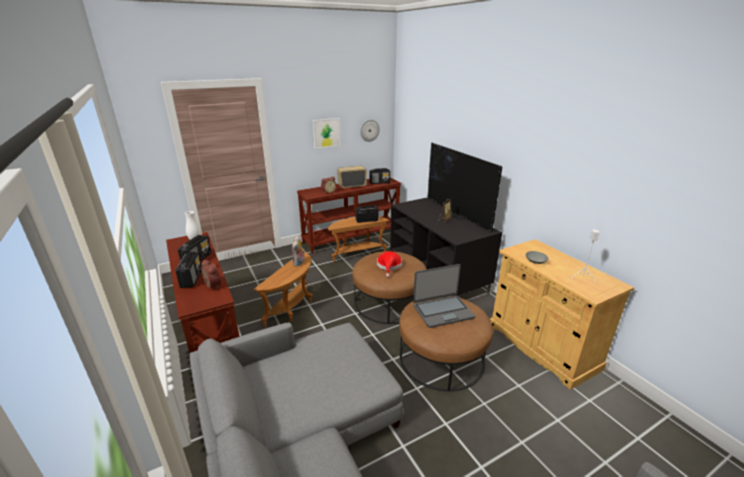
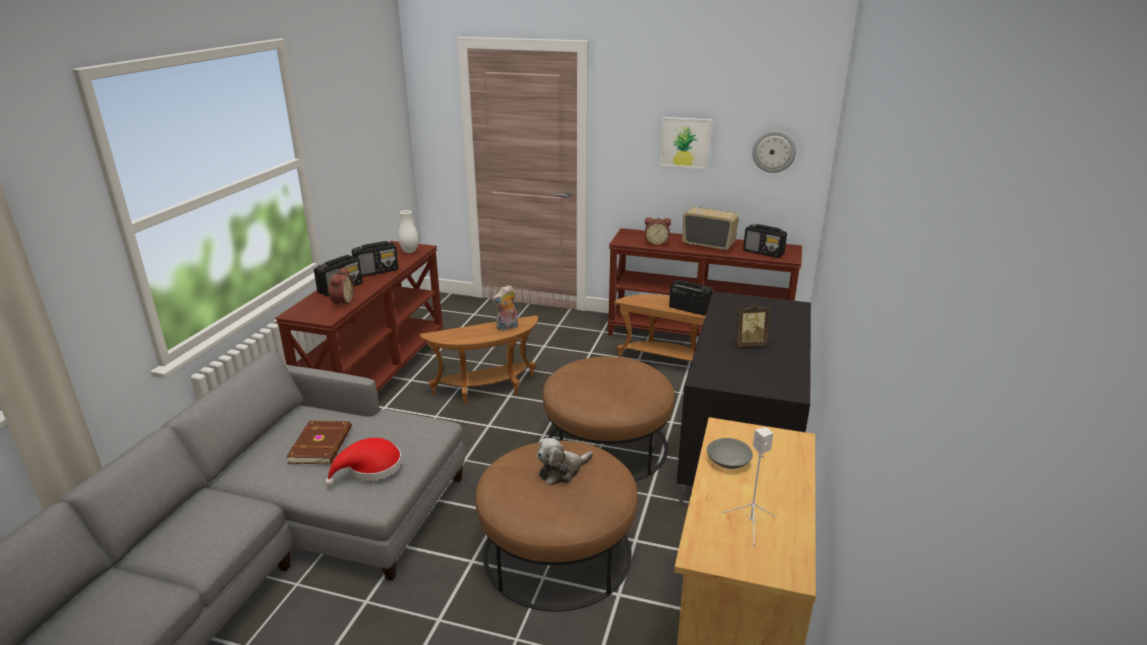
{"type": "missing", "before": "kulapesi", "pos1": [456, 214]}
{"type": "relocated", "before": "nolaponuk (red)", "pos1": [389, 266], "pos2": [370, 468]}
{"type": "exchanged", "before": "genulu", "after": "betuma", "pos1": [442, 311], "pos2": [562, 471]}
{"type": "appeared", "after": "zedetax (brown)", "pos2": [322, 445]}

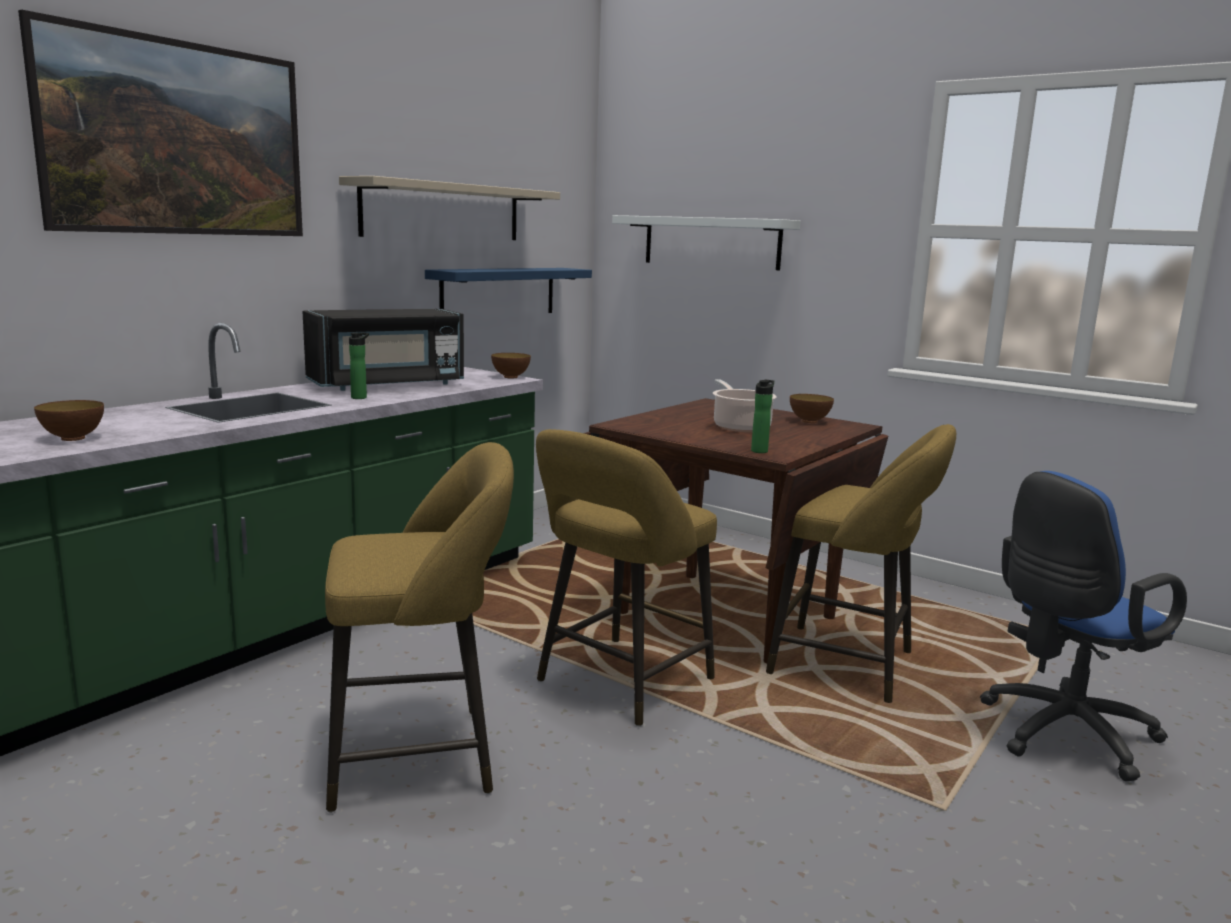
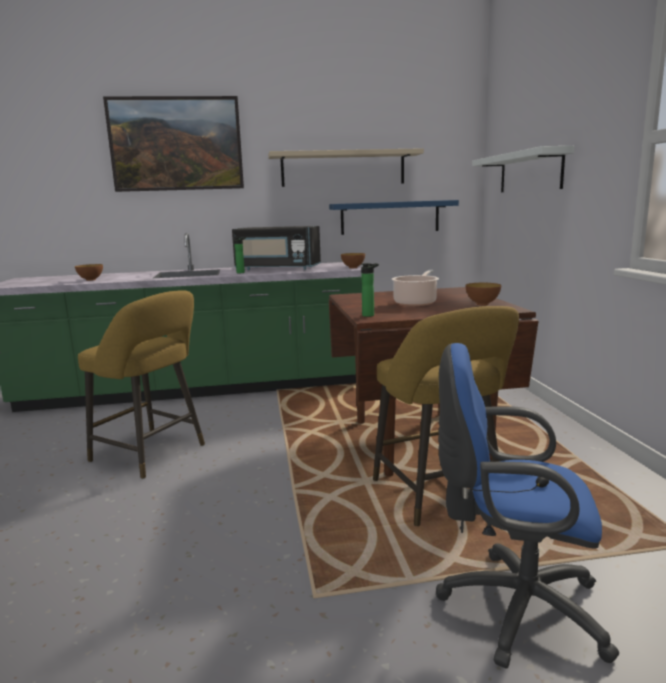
{"type": "missing", "before": "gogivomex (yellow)", "pos1": [619, 684]}

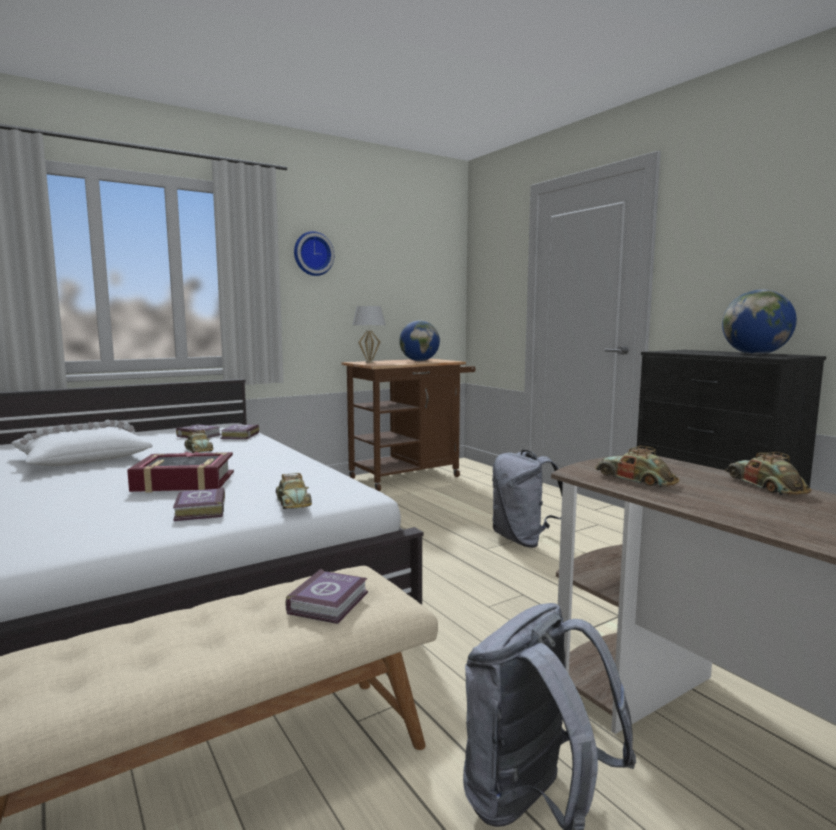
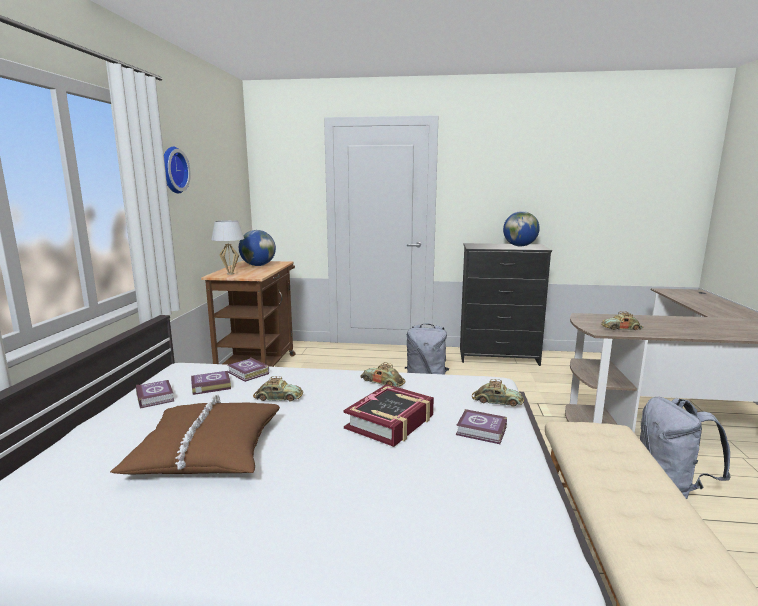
{"type": "colour", "before": "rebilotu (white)", "after": "rebilotu (brown)", "pos1": [82, 458], "pos2": [207, 451]}
{"type": "relocated", "before": "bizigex", "pos1": [765, 486], "pos2": [382, 382]}
{"type": "relocated", "before": "zedetax", "pos1": [330, 602], "pos2": [156, 397]}

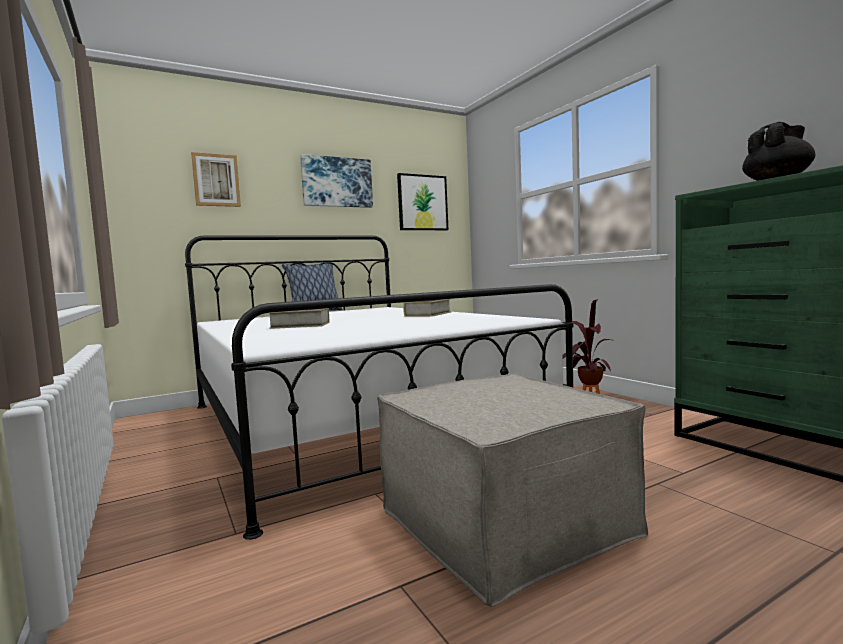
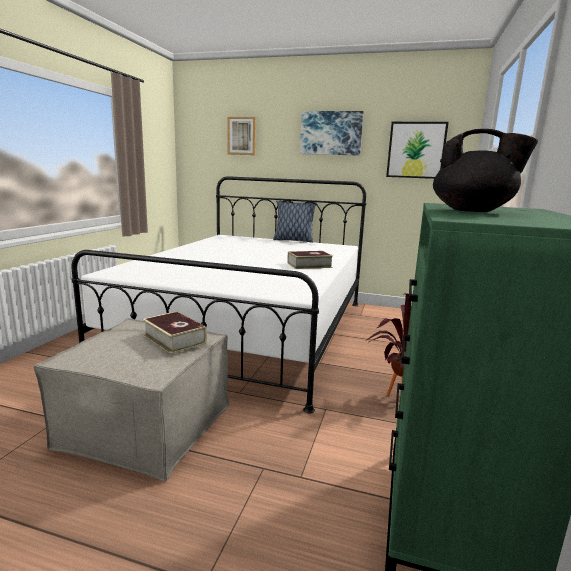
{"type": "relocated", "before": "zedetax", "pos1": [300, 325], "pos2": [174, 339]}

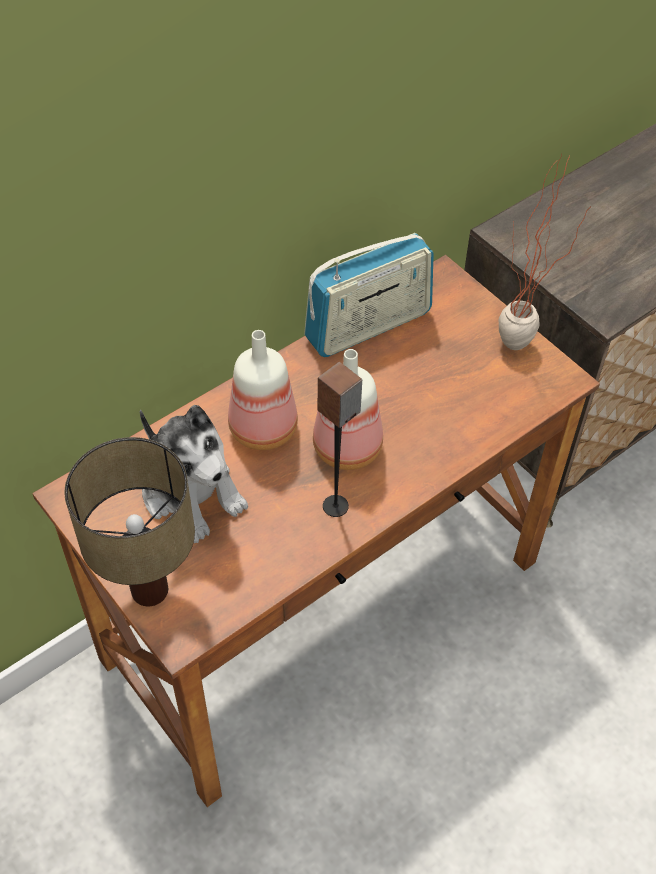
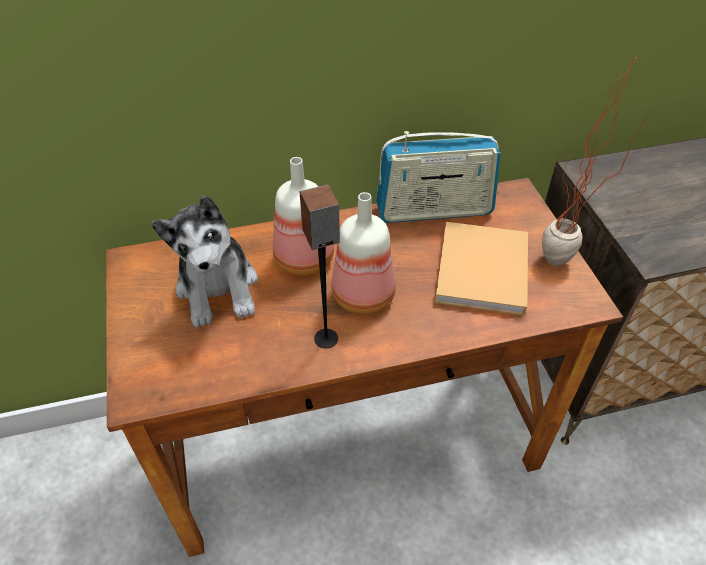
{"type": "missing", "before": "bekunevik", "pos1": [150, 588]}
{"type": "appeared", "after": "zedetax (beige)", "pos2": [482, 273]}

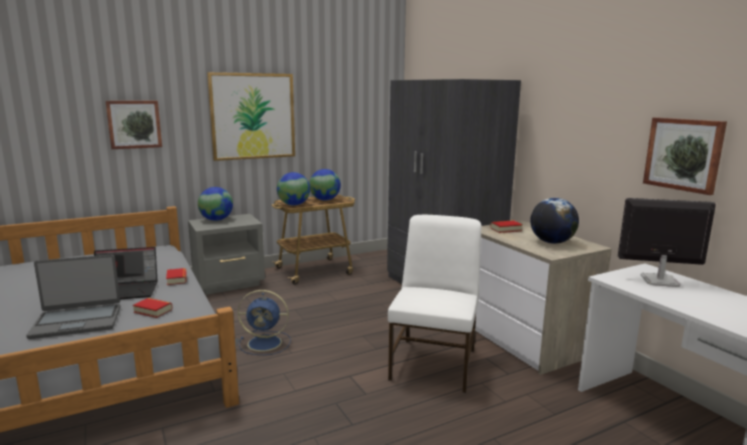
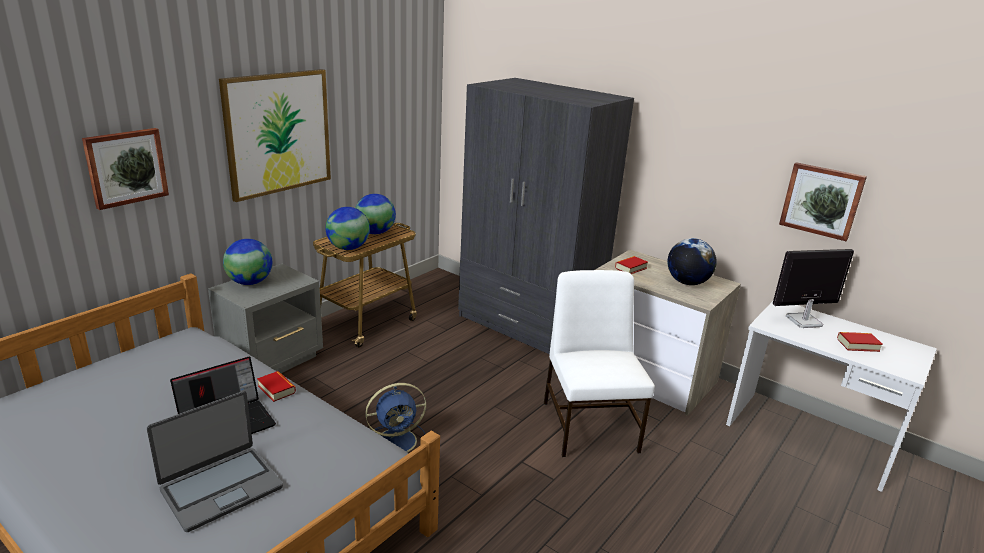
{"type": "relocated", "before": "zedetax", "pos1": [153, 311], "pos2": [858, 345]}

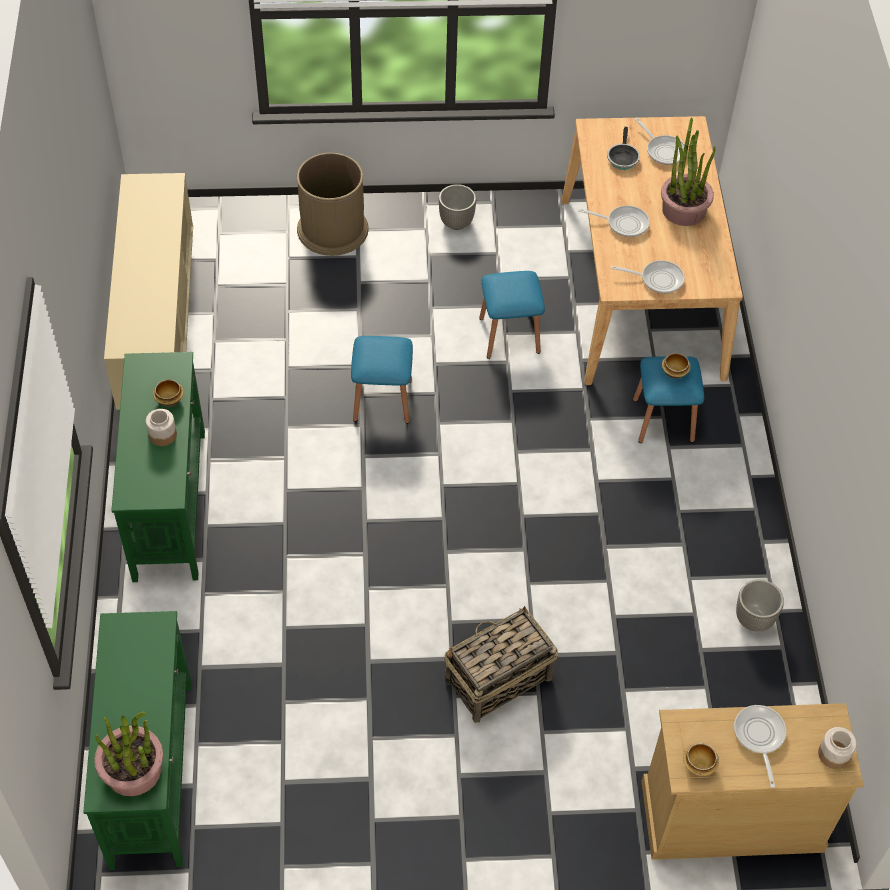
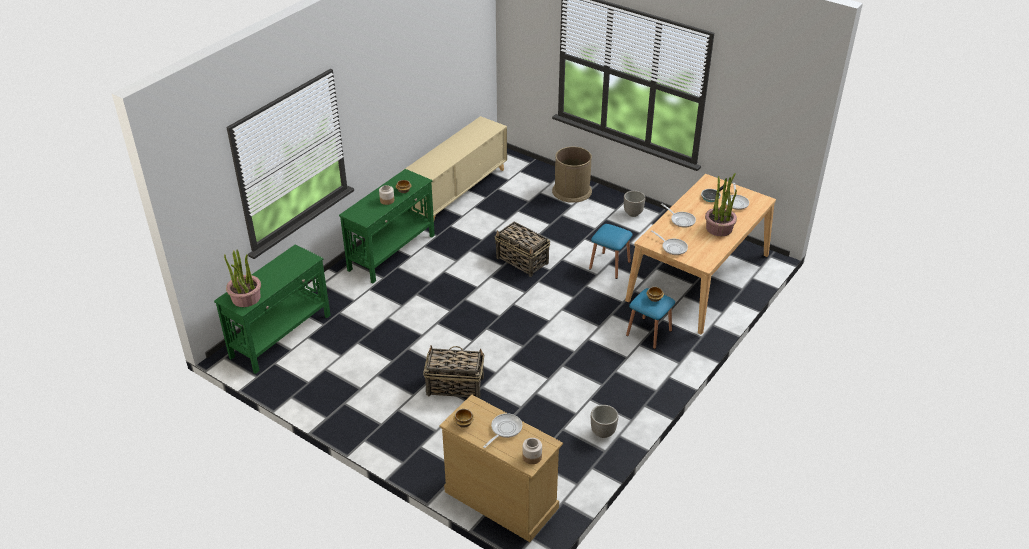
{"type": "exchanged", "before": "gogivomex (blue)", "after": "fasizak", "pos1": [382, 400], "pos2": [522, 261]}

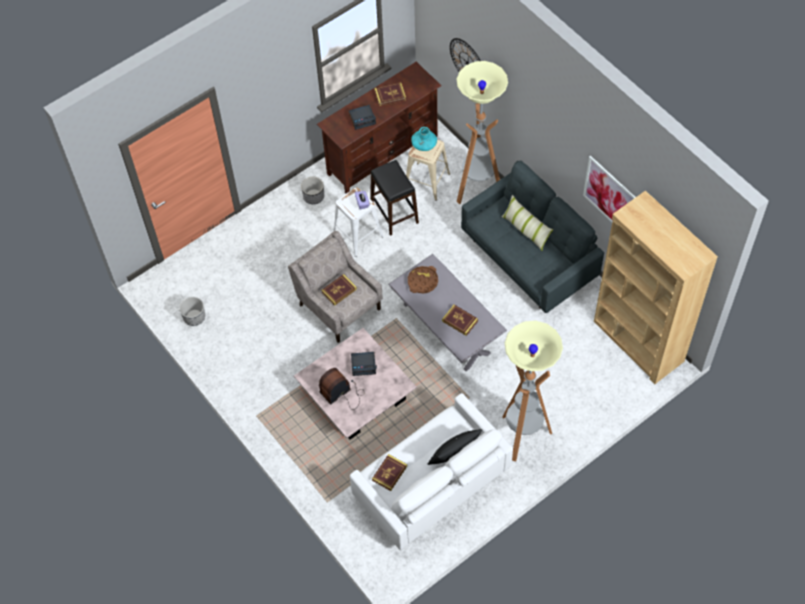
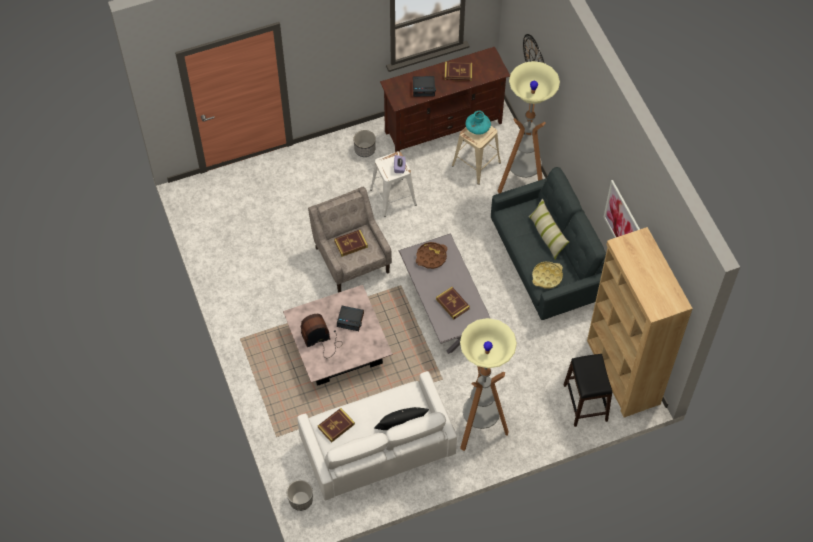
{"type": "relocated", "before": "gogivomex (black)", "pos1": [394, 213], "pos2": [585, 403]}
{"type": "relocated", "before": "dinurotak", "pos1": [194, 317], "pos2": [301, 500]}
{"type": "appeared", "after": "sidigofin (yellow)", "pos2": [547, 276]}

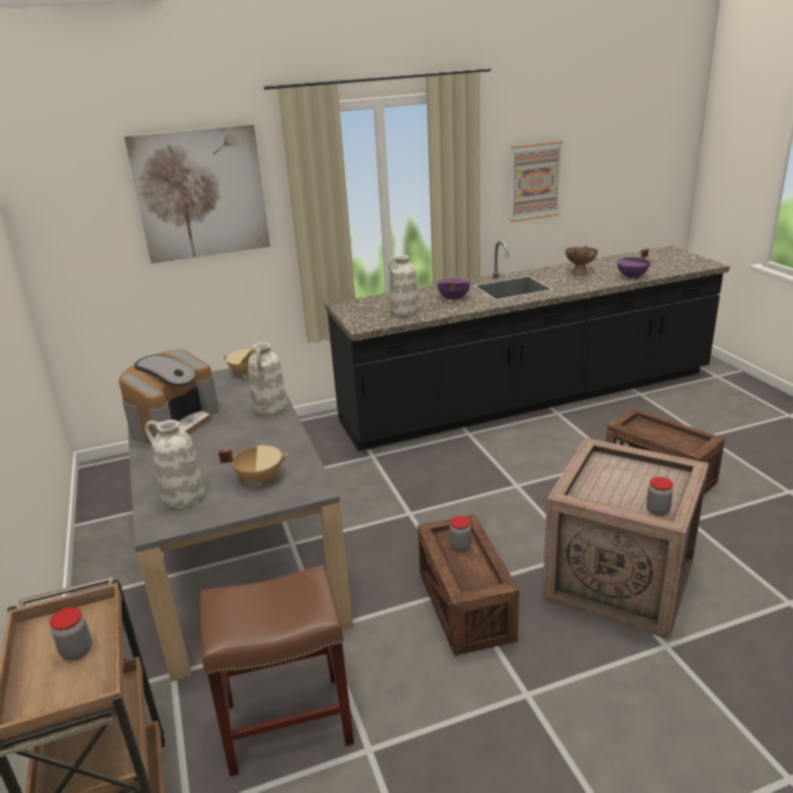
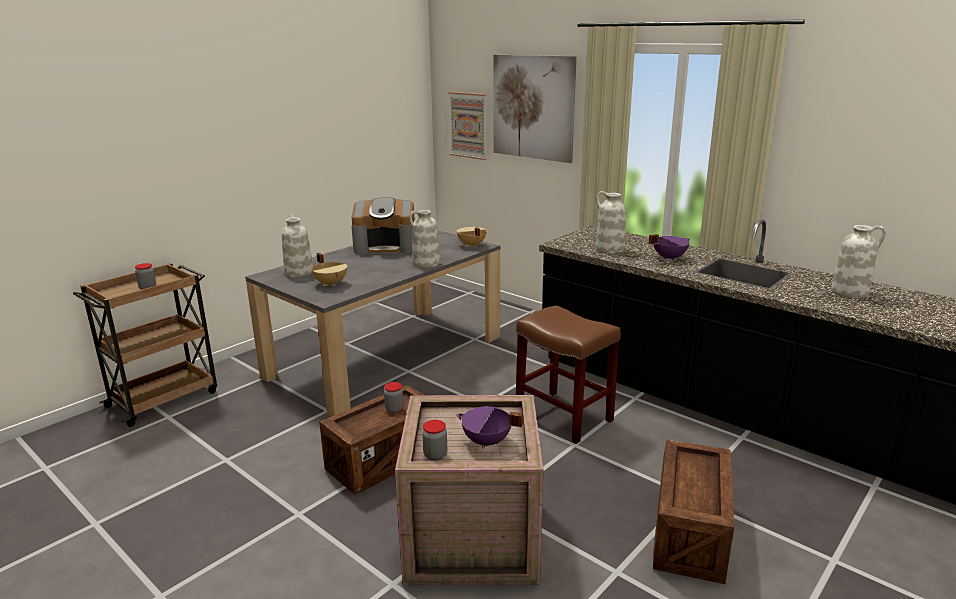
{"type": "relocated", "before": "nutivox", "pos1": [535, 181], "pos2": [468, 125]}
{"type": "exchanged", "before": "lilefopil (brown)", "after": "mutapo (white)", "pos1": [580, 273], "pos2": [850, 292]}
{"type": "relocated", "before": "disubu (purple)", "pos1": [632, 277], "pos2": [486, 442]}
{"type": "relocated", "before": "gogivomex (brown)", "pos1": [286, 724], "pos2": [562, 416]}

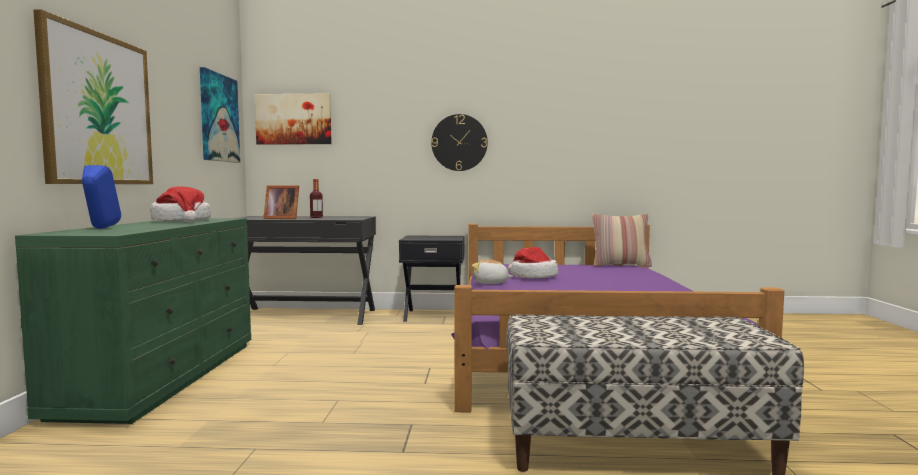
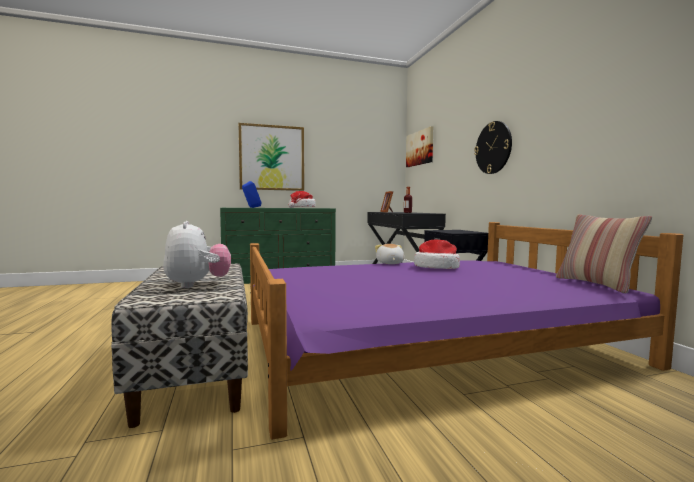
{"type": "missing", "before": "nutivox", "pos1": [218, 118]}
{"type": "appeared", "after": "betuma", "pos2": [197, 285]}

